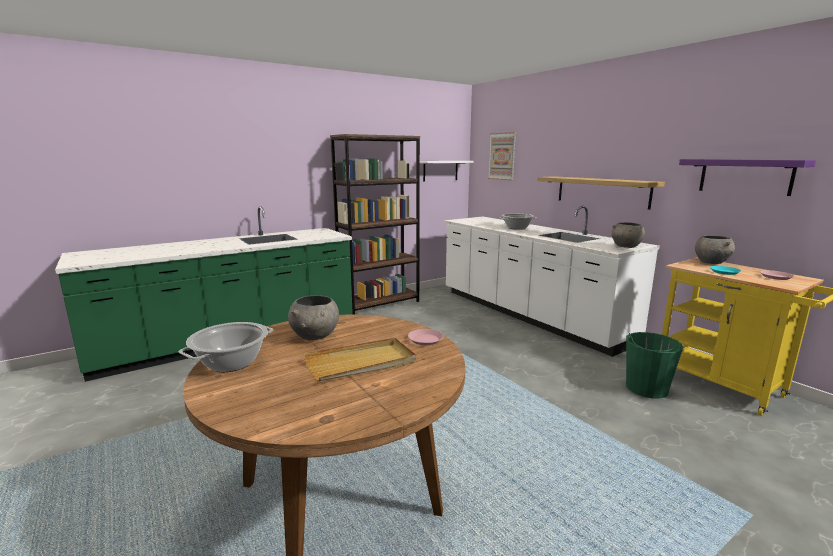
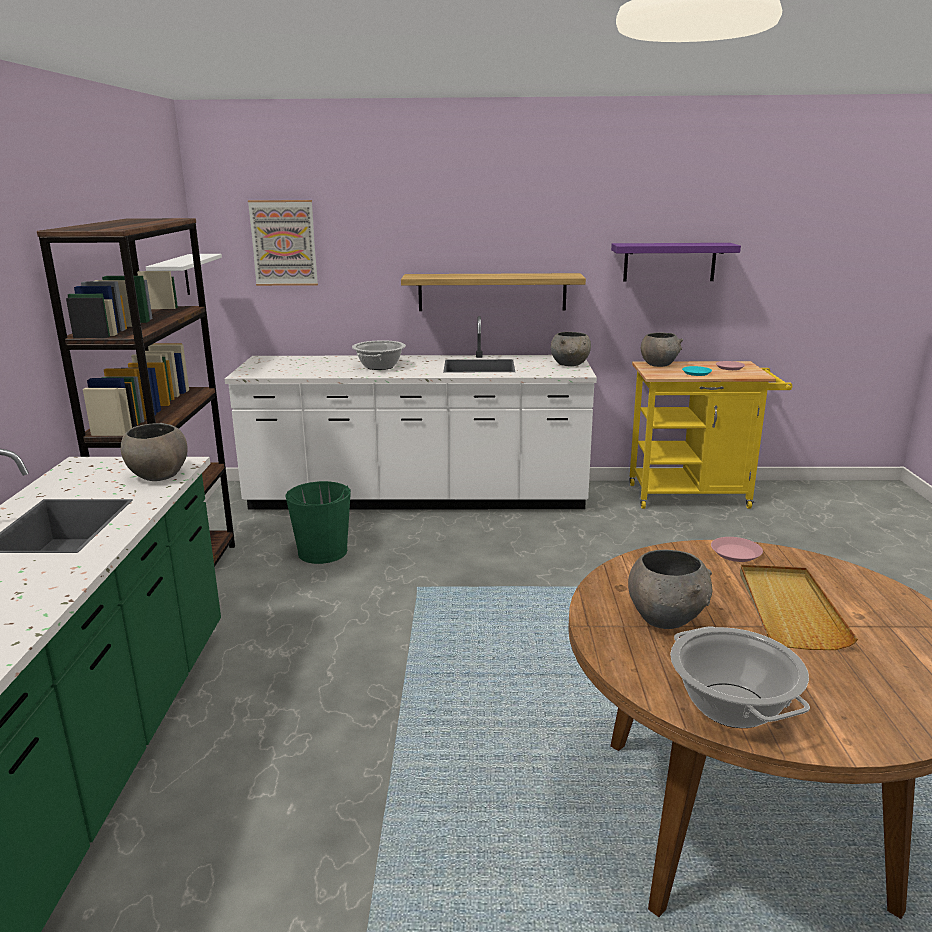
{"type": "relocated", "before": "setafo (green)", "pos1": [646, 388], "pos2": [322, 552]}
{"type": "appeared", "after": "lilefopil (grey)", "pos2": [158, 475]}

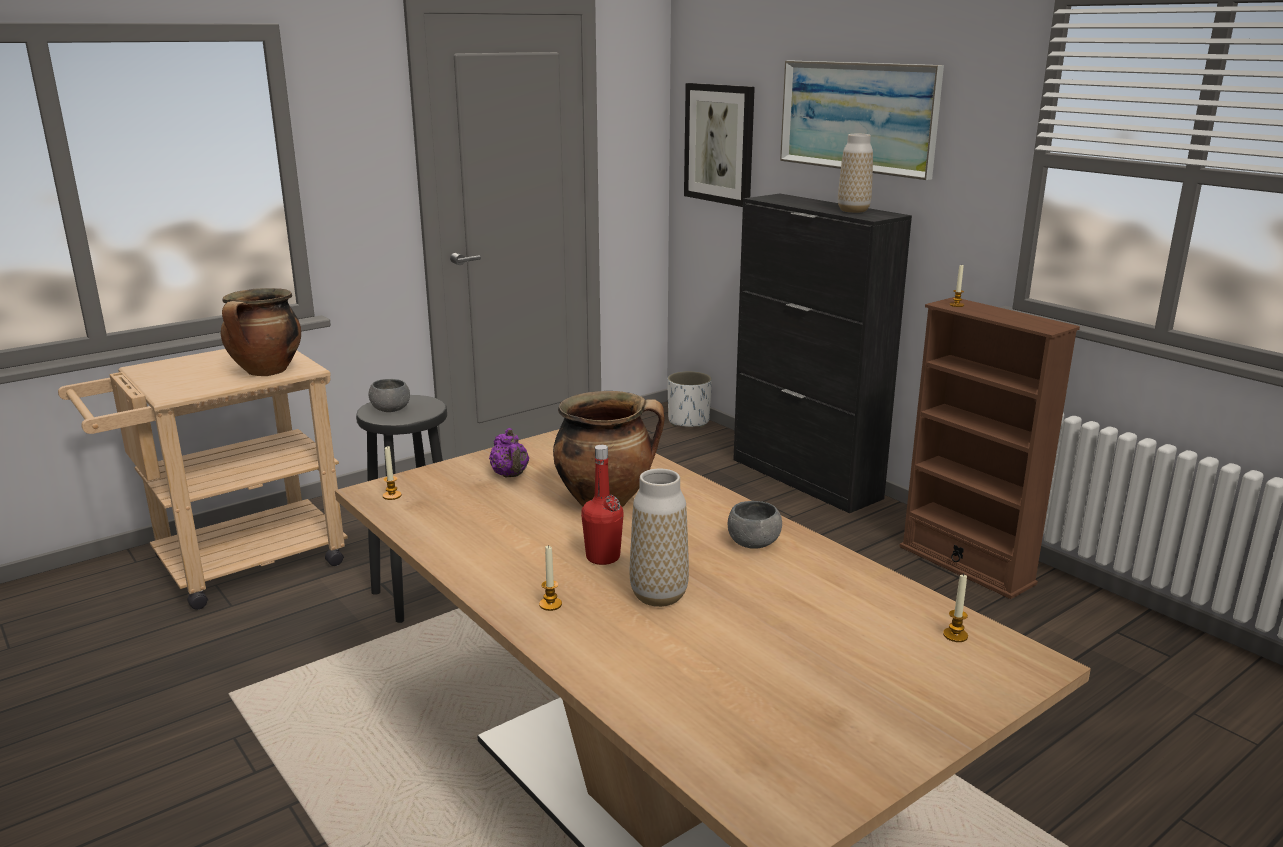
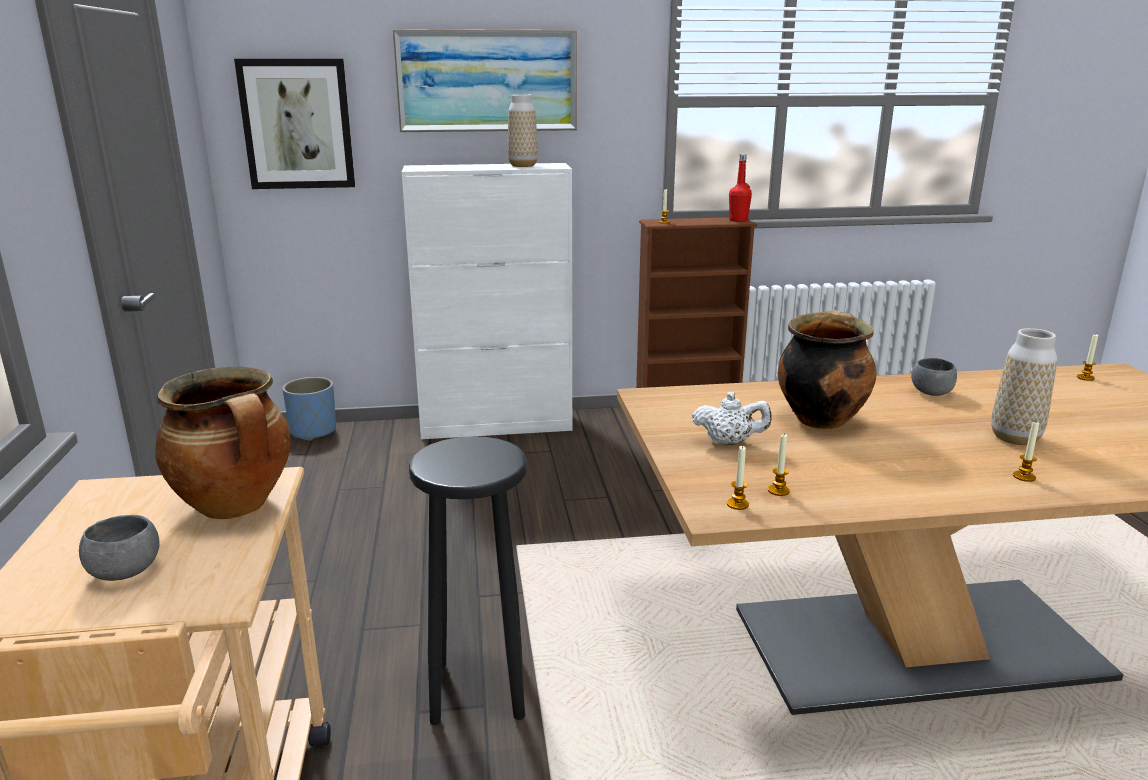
{"type": "colour", "before": "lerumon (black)", "after": "lerumon (white)", "pos1": [806, 479], "pos2": [497, 425]}
{"type": "colour", "before": "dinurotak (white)", "after": "dinurotak (blue)", "pos1": [689, 421], "pos2": [313, 431]}
{"type": "relocated", "before": "lilefopil (grey)", "pos1": [391, 410], "pos2": [126, 571]}
{"type": "colour", "before": "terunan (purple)", "after": "terunan (white)", "pos1": [510, 475], "pos2": [729, 442]}
{"type": "relocated", "before": "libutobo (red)", "pos1": [603, 557], "pos2": [738, 220]}
{"type": "appeared", "after": "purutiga", "pos2": [778, 491]}

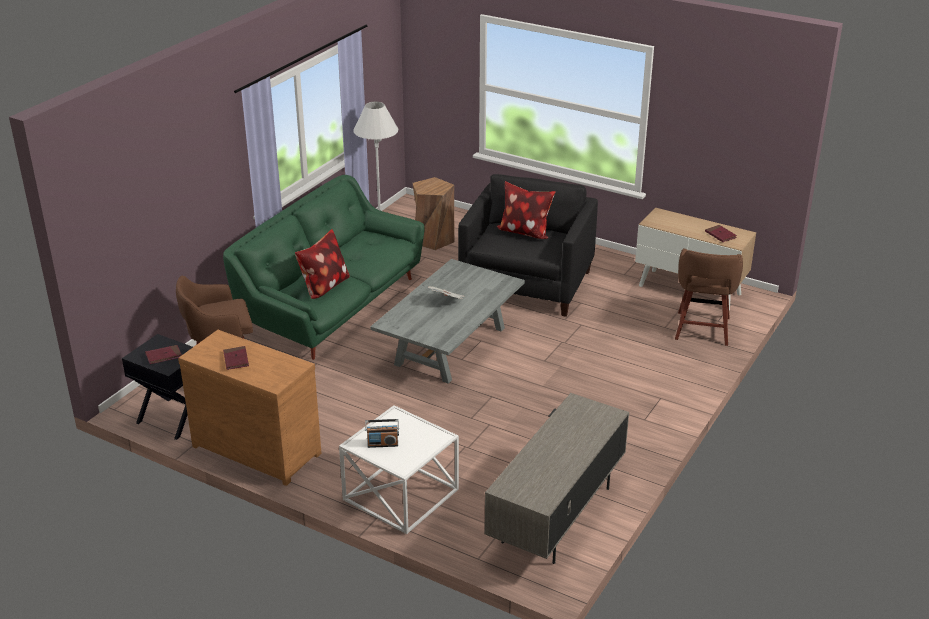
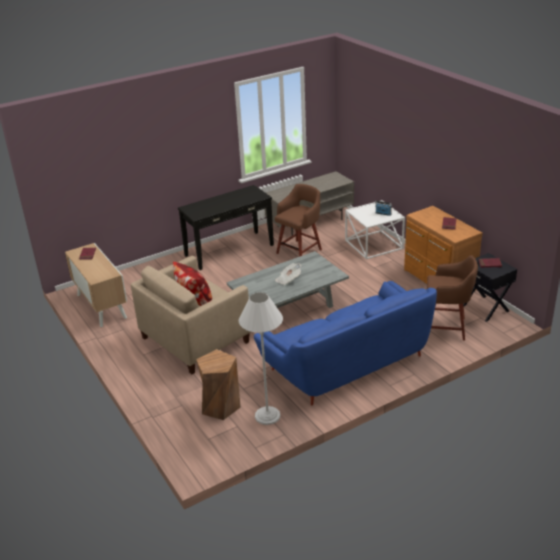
{"type": "colour", "before": "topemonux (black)", "after": "topemonux (beige)", "pos1": [527, 285], "pos2": [195, 340]}
{"type": "colour", "before": "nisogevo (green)", "after": "nisogevo (blue)", "pos1": [332, 306], "pos2": [346, 362]}
{"type": "missing", "before": "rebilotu", "pos1": [324, 287]}
{"type": "relocated", "before": "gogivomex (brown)", "pos1": [701, 330], "pos2": [300, 251]}
{"type": "appeared", "after": "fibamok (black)", "pos2": [229, 250]}

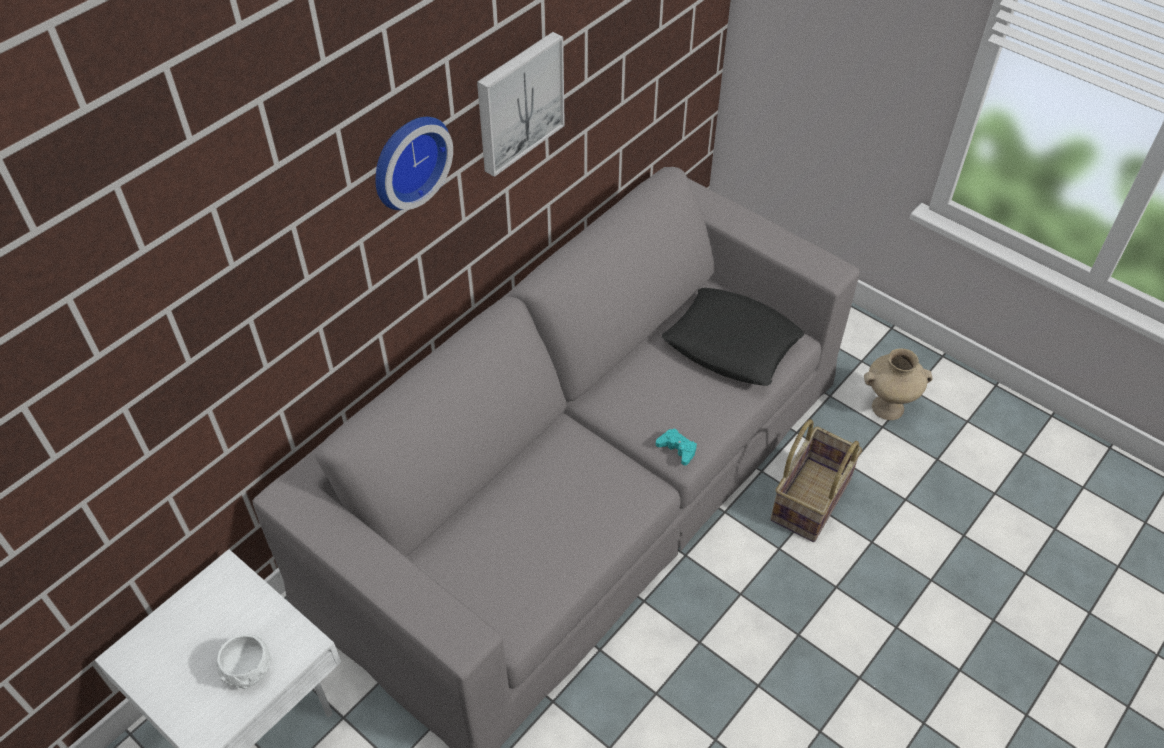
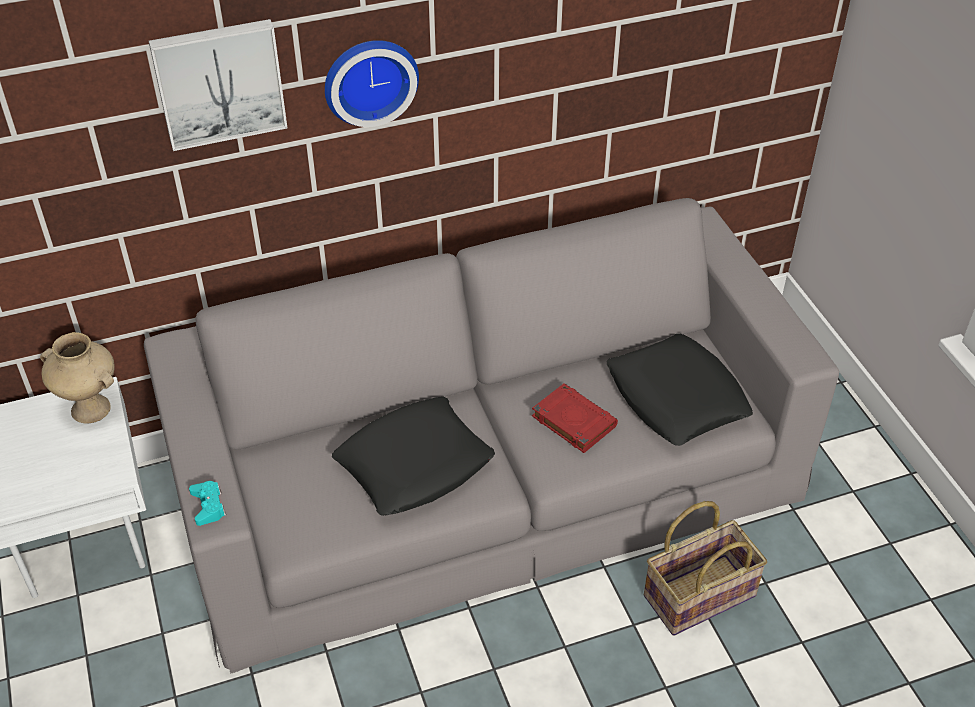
{"type": "relocated", "before": "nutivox", "pos1": [518, 102], "pos2": [219, 82]}
{"type": "relocated", "before": "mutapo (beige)", "pos1": [888, 407], "pos2": [92, 408]}
{"type": "relocated", "before": "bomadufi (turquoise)", "pos1": [677, 449], "pos2": [208, 506]}
{"type": "missing", "before": "lilefopil (white)", "pos1": [248, 670]}
{"type": "appeared", "after": "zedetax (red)", "pos2": [573, 421]}
{"type": "appeared", "after": "rebilotu (black)", "pos2": [414, 464]}

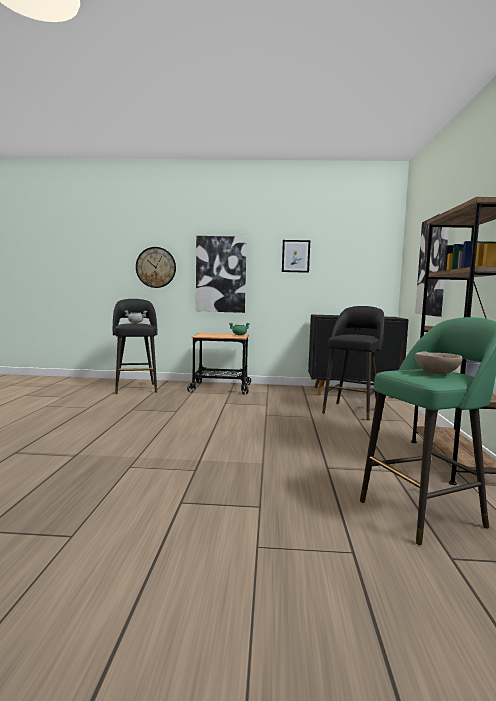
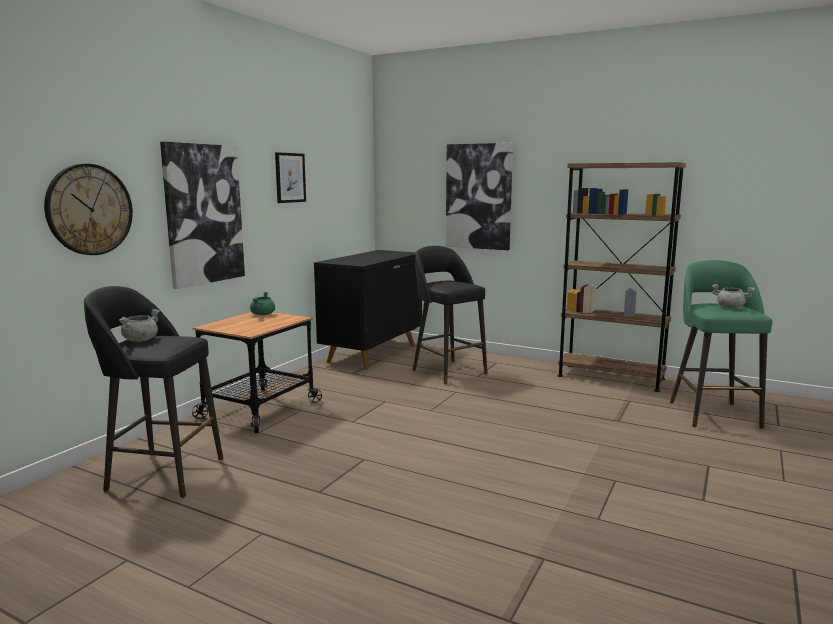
{"type": "exchanged", "before": "lilefopil (beige)", "after": "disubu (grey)", "pos1": [437, 373], "pos2": [730, 307]}

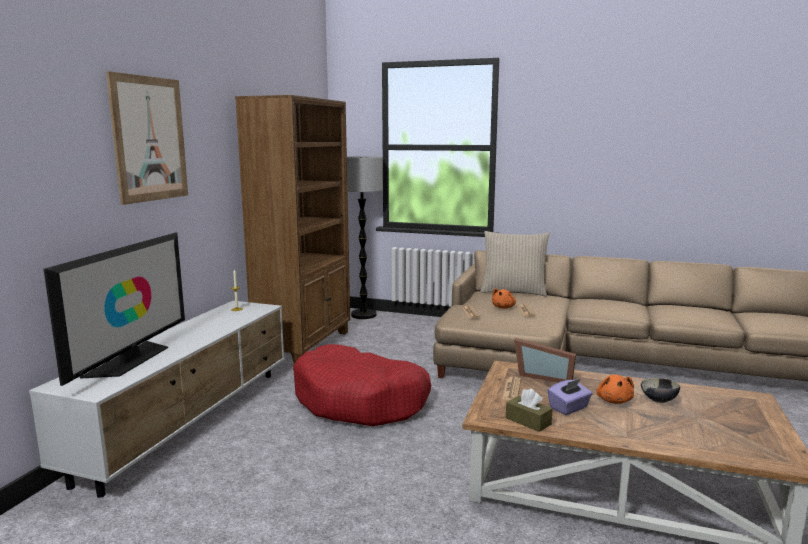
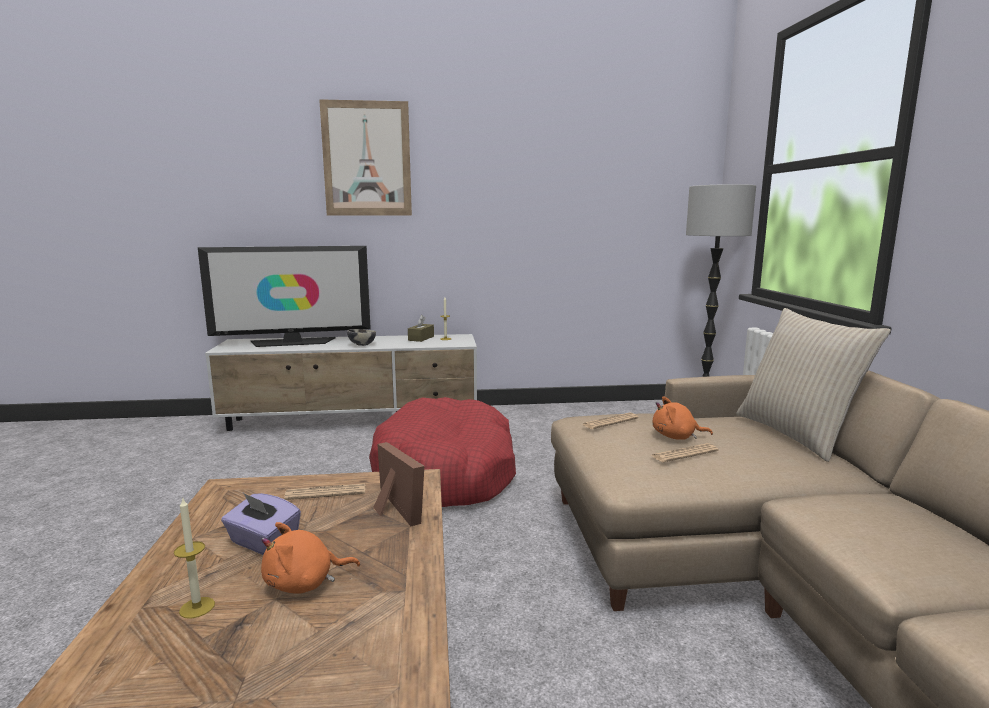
{"type": "missing", "before": "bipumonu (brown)", "pos1": [305, 345]}
{"type": "spun", "before": "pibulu", "pos1": [544, 376], "pos2": [392, 510], "turn": 150}
{"type": "relocated", "before": "lilefopil", "pos1": [658, 400], "pos2": [362, 345]}
{"type": "relocated", "before": "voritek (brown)", "pos1": [528, 421], "pos2": [421, 338]}
{"type": "appeared", "after": "purutiga", "pos2": [197, 607]}

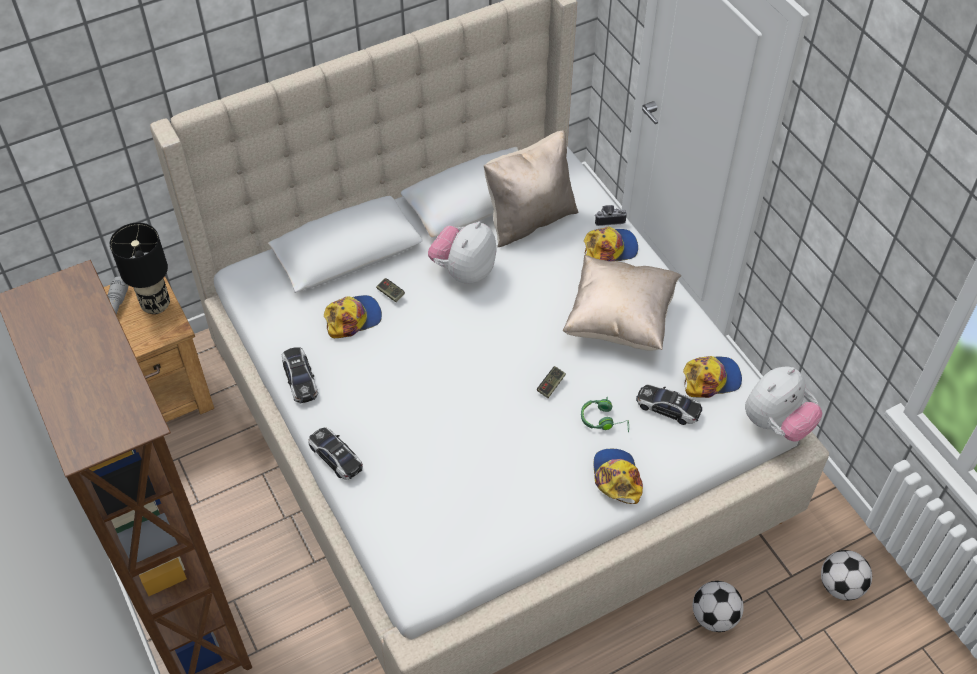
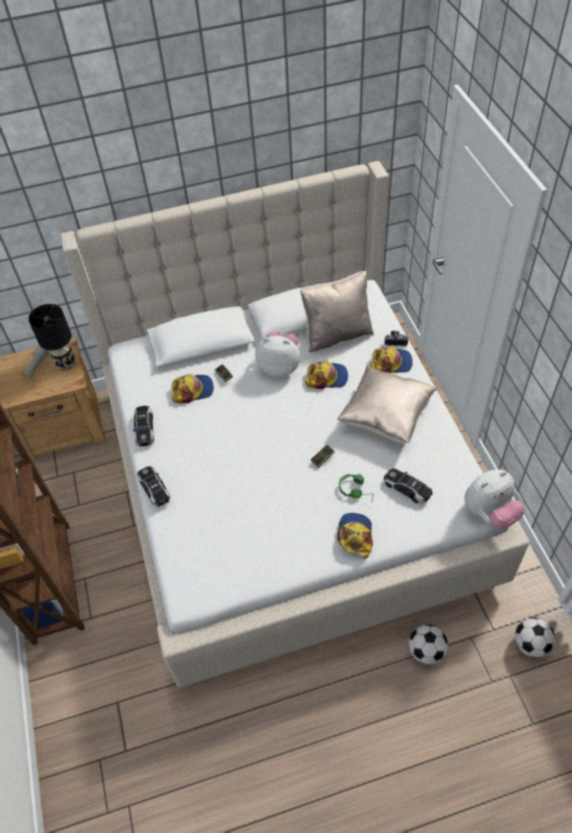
{"type": "spun", "before": "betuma", "pos1": [464, 271], "pos2": [280, 366], "turn": 60}
{"type": "relocated", "before": "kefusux", "pos1": [711, 379], "pos2": [326, 377]}

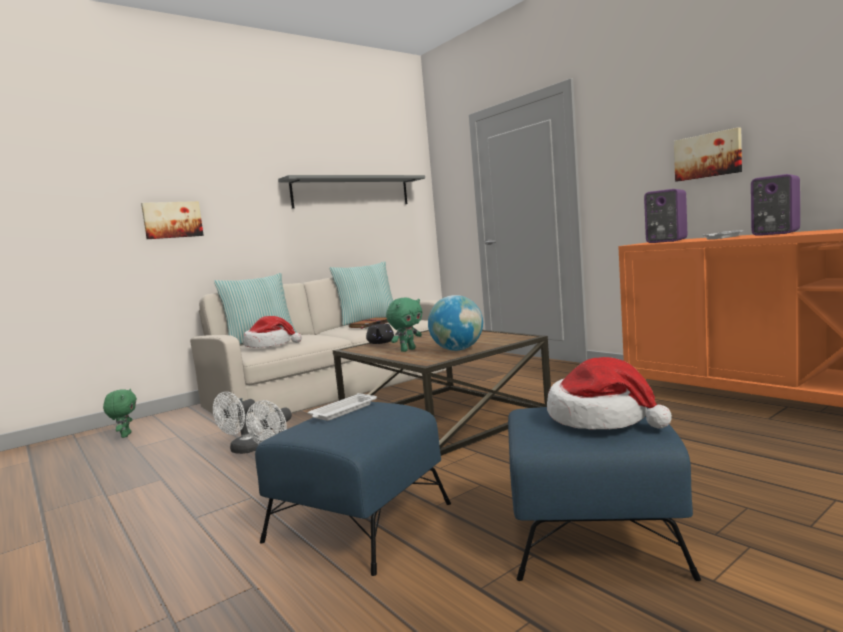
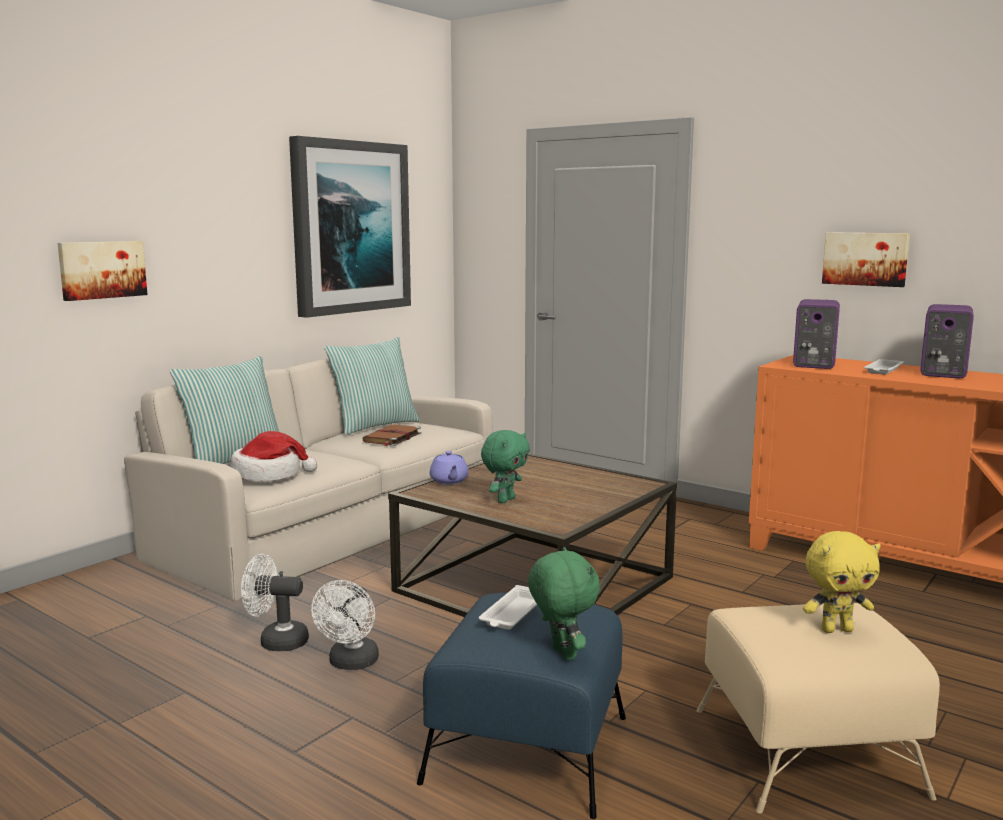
{"type": "exchanged", "before": "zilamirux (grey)", "after": "nutivox", "pos1": [352, 192], "pos2": [350, 227]}
{"type": "missing", "before": "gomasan", "pos1": [457, 350]}
{"type": "colour", "before": "terunan (black)", "after": "terunan (purple)", "pos1": [380, 342], "pos2": [449, 481]}
{"type": "exchanged", "before": "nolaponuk", "after": "betuma (yellow)", "pos1": [601, 418], "pos2": [836, 629]}
{"type": "relocated", "before": "betuma (green)", "pos1": [125, 435], "pos2": [561, 654]}
{"type": "spun", "before": "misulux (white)", "pos1": [243, 450], "pos2": [276, 641], "turn": 75}
{"type": "colour", "before": "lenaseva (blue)", "after": "lenaseva (beige)", "pos1": [590, 533], "pos2": [804, 750]}

